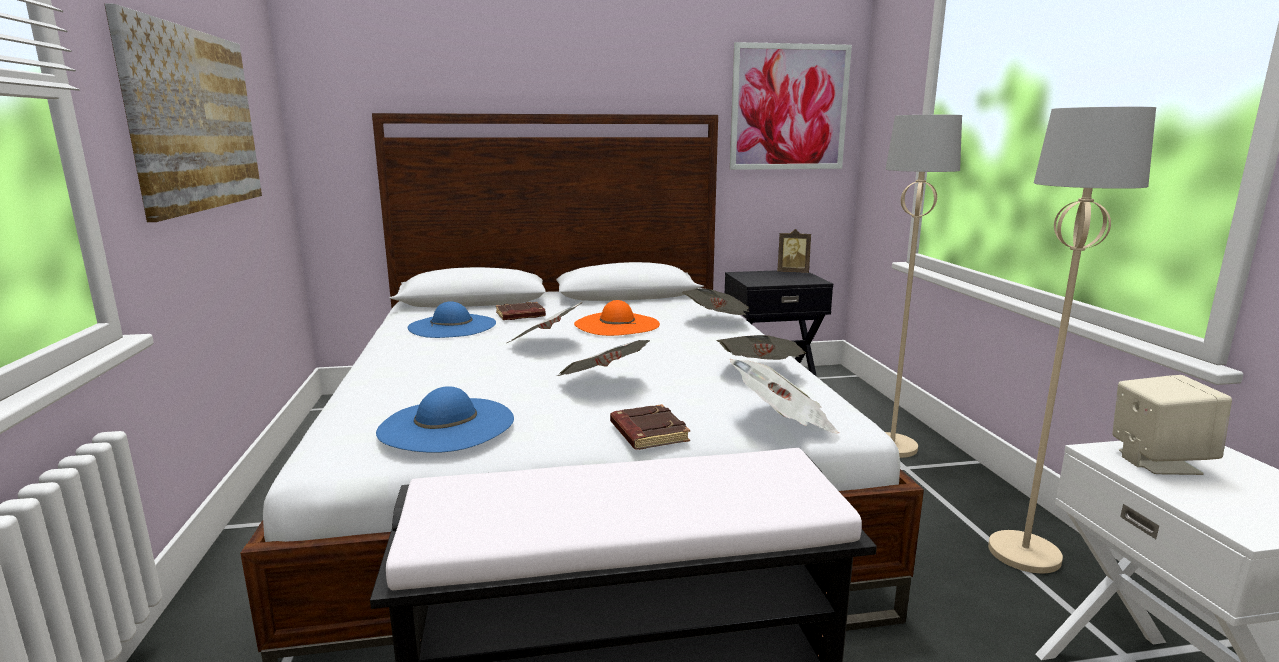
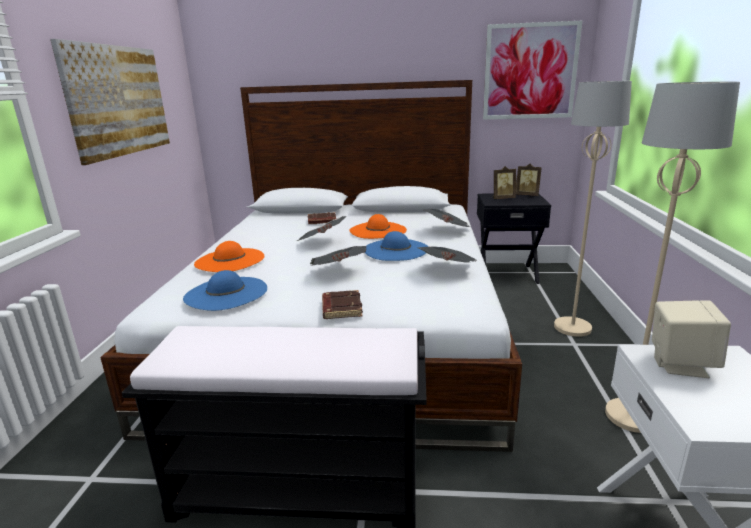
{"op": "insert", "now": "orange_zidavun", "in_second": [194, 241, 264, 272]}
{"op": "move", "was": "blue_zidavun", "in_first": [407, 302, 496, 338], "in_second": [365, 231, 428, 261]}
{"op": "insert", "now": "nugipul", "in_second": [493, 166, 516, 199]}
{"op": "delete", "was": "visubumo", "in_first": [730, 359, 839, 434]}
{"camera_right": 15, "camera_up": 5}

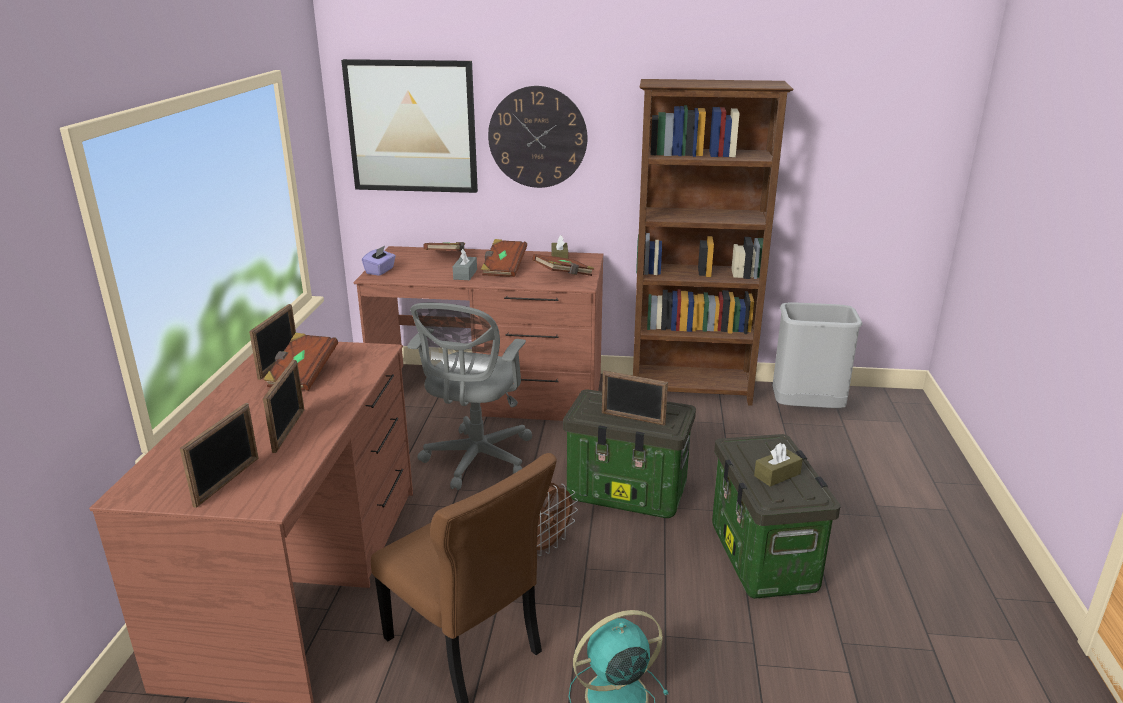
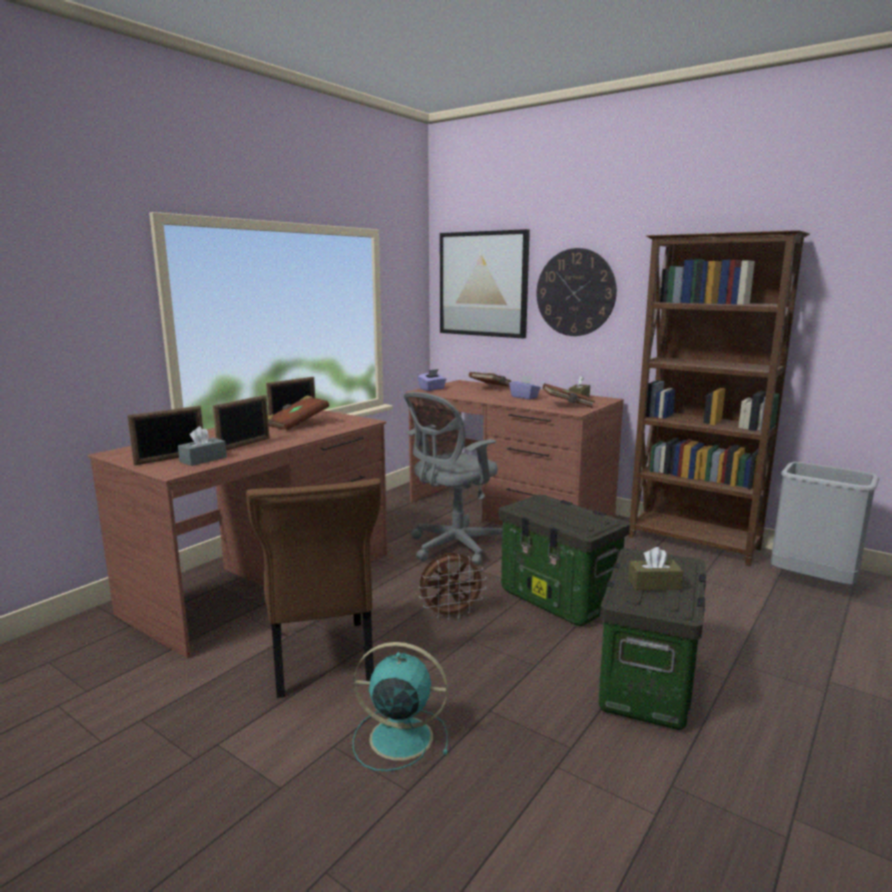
{"op": "move", "was": "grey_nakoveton", "in_first": [453, 249, 477, 280], "in_second": [178, 426, 227, 466]}
{"op": "replace", "was": "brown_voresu", "now": "purple_nakoveton", "in_first": [481, 239, 527, 277], "in_second": [509, 376, 541, 399]}
{"op": "delete", "was": "nugipul", "in_first": [602, 371, 668, 426]}
{"camera_right": 30, "camera_up": -10}

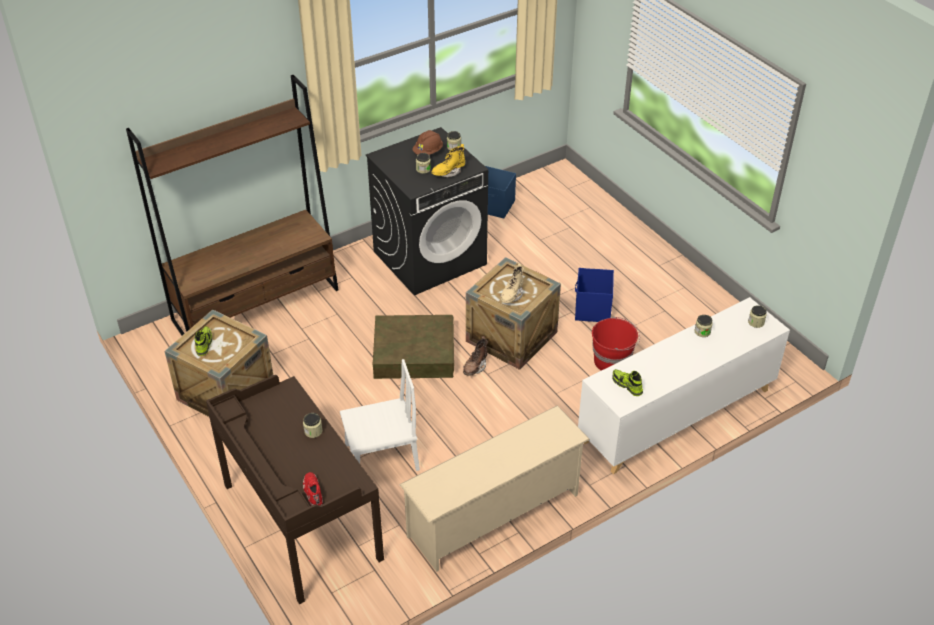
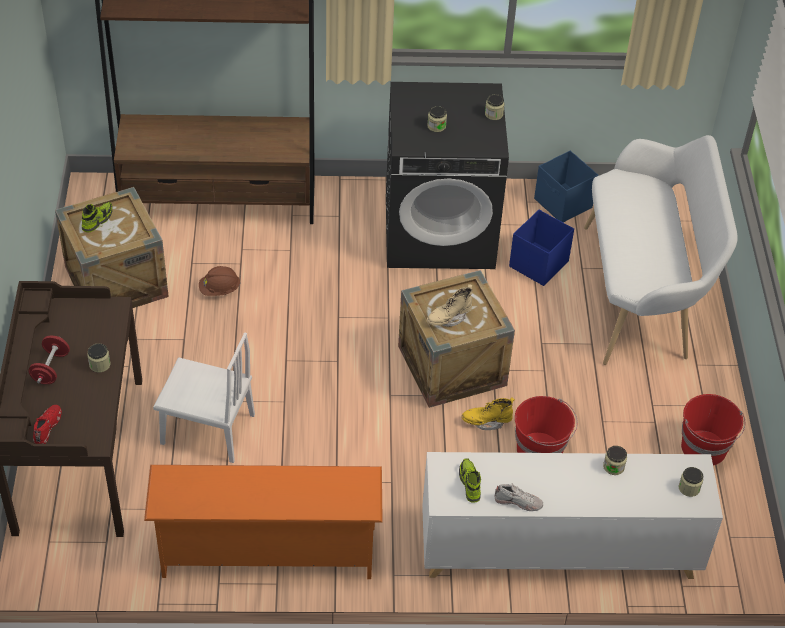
{"op": "insert", "now": "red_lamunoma", "in_second": [28, 336, 70, 384]}
{"op": "recolor", "was": "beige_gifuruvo", "now": "orange_gifuruvo", "in_first": [400, 405, 590, 572], "in_second": [144, 465, 383, 579]}
{"op": "move", "was": "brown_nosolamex", "in_first": [412, 130, 443, 155], "in_second": [199, 266, 241, 296]}
{"op": "move", "was": "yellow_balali", "in_first": [431, 144, 465, 177], "in_second": [462, 397, 515, 430]}
{"op": "insert", "now": "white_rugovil", "in_second": [495, 483, 543, 511]}
{"op": "move", "was": "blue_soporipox", "in_first": [575, 268, 614, 322], "in_second": [509, 210, 574, 286]}
{"op": "insert", "now": "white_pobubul", "in_second": [584, 135, 737, 365]}
{"op": "insert", "now": "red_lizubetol", "in_second": [681, 394, 745, 466]}
{"op": "delete", "was": "brown_soporipox", "in_first": [373, 315, 454, 379]}
{"op": "delete", "was": "brown_balali", "in_first": [463, 336, 488, 376]}
{"camera_right": 30, "camera_up": 5}

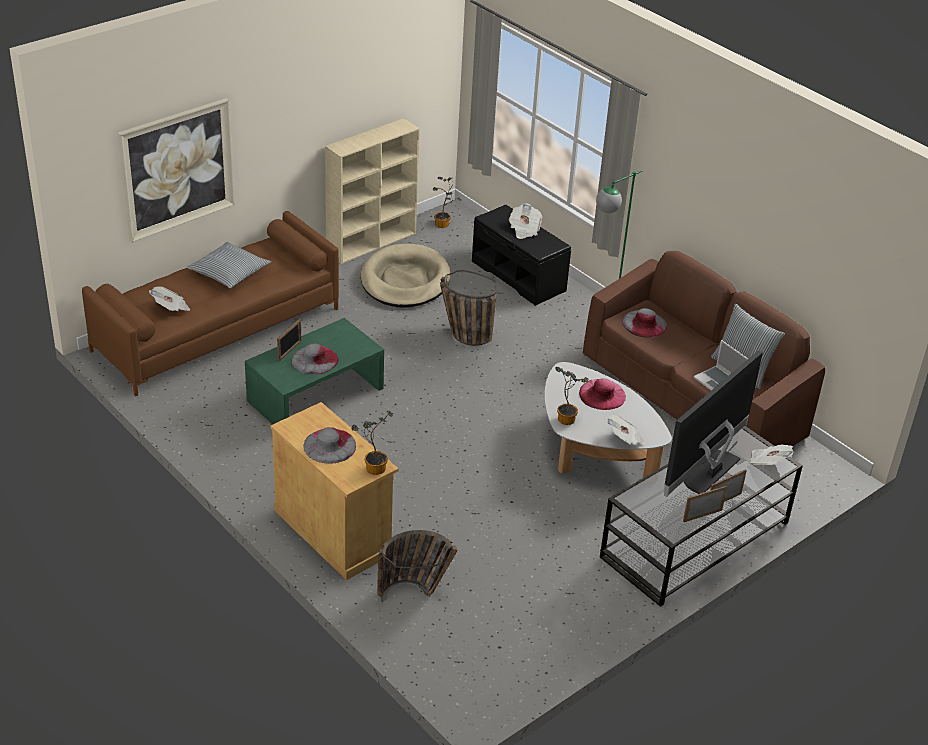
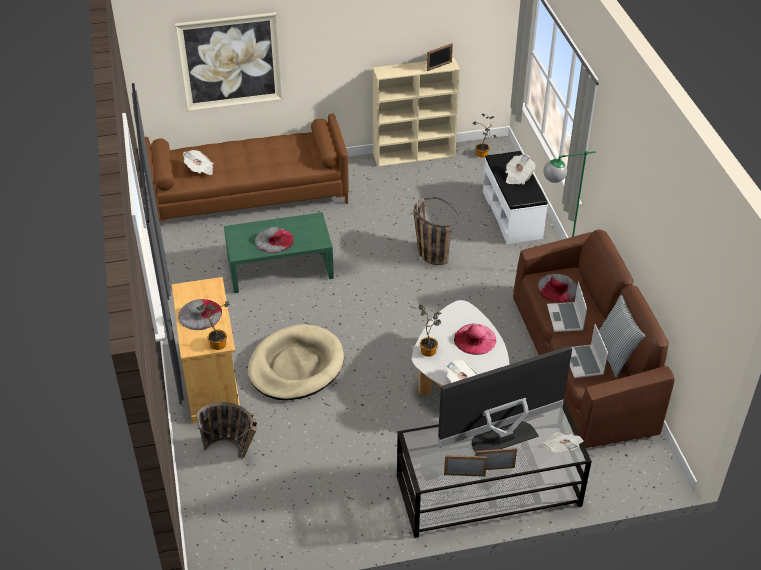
{"op": "move", "was": "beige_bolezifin", "in_first": [361, 244, 450, 307], "in_second": [248, 324, 344, 400]}
{"op": "move", "was": "nugipul", "in_first": [277, 319, 302, 361], "in_second": [427, 43, 453, 71]}
{"op": "recolor", "was": "black_pobubul", "now": "white_pobubul", "in_first": [472, 205, 571, 306], "in_second": [483, 151, 548, 244]}
{"op": "insert", "now": "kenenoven", "in_second": [547, 281, 587, 332]}
{"op": "delete", "was": "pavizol", "in_first": [187, 242, 271, 288]}
{"camera_right": 30, "camera_up": 5}

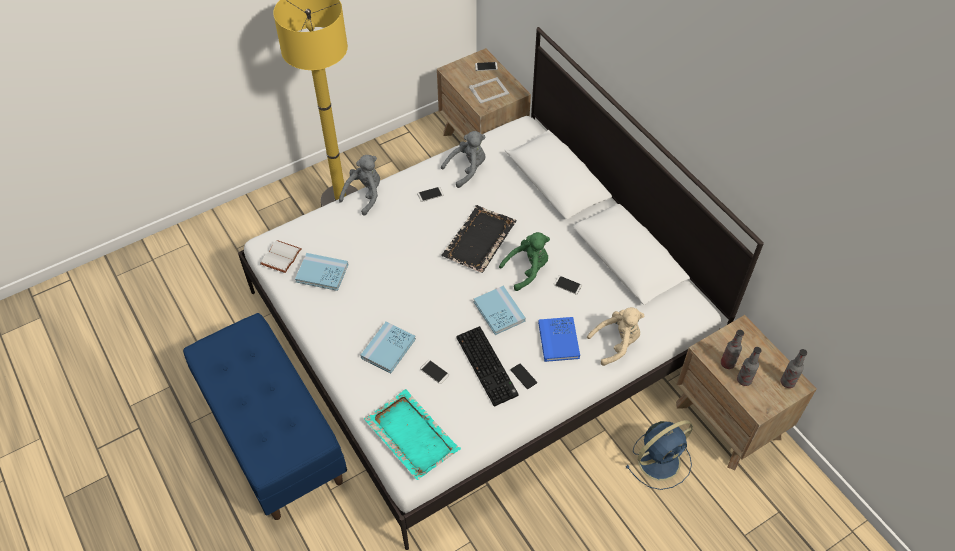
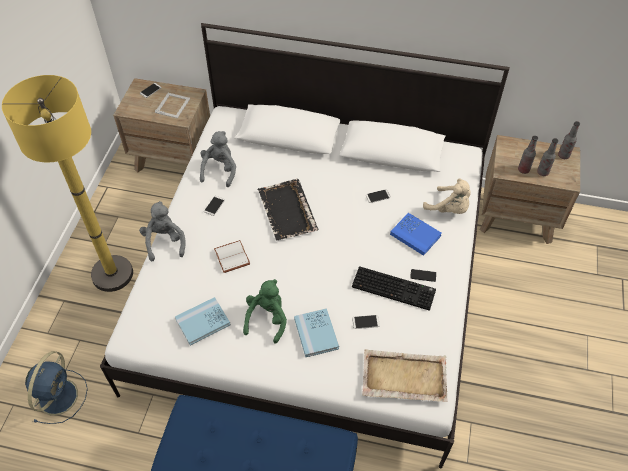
{"op": "move", "was": "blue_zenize", "in_first": [625, 420, 693, 490], "in_second": [25, 351, 88, 424]}
{"op": "move", "was": "white_voresu", "in_first": [260, 240, 302, 273], "in_second": [214, 240, 250, 273]}
{"op": "move", "was": "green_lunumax", "in_first": [499, 232, 550, 291], "in_second": [243, 279, 287, 344]}
{"op": "recolor", "was": "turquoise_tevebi", "now": "beige_tevebi", "in_first": [364, 389, 461, 480], "in_second": [362, 349, 448, 402]}
{"op": "rotate", "was": "beige_lunumax", "in_first": [587, 307, 644, 366], "in_second": [423, 178, 471, 214], "clockwise": 105}
{"op": "delete", "was": "blue_voresu", "in_first": [474, 286, 526, 335]}
{"camera_right": -45, "camera_up": 0}

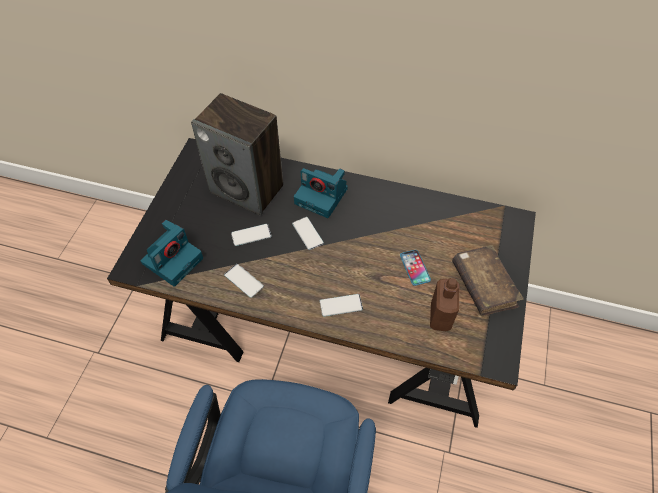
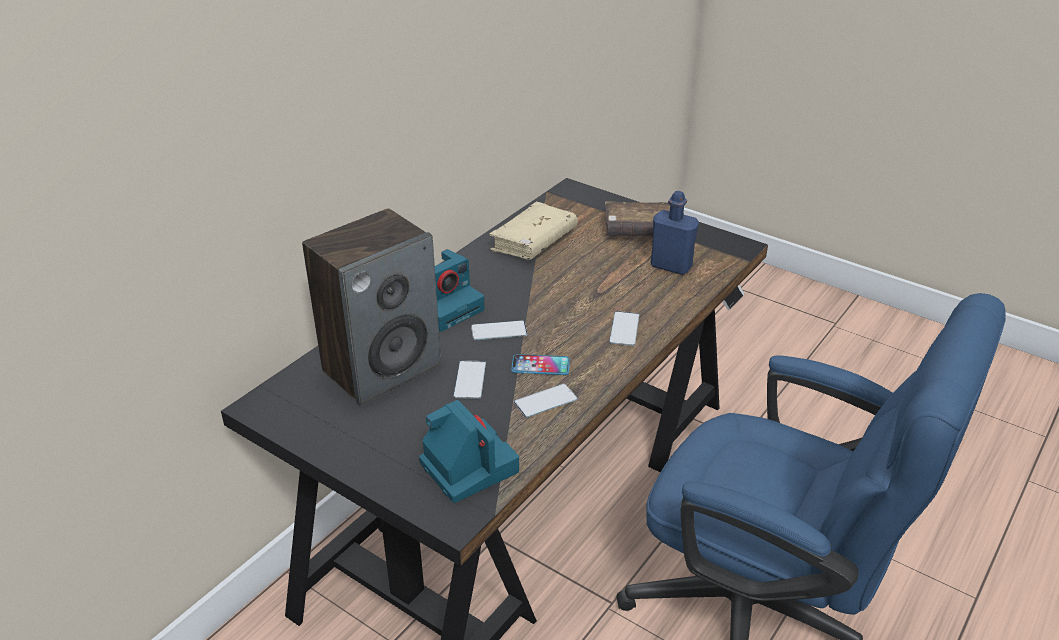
{"op": "insert", "now": "beige_voresu", "in_second": [489, 202, 577, 260]}
{"op": "move", "was": "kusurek", "in_first": [400, 250, 431, 286], "in_second": [511, 354, 570, 375]}
{"op": "recolor", "was": "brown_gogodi", "now": "blue_gogodi", "in_first": [430, 278, 459, 331], "in_second": [651, 191, 699, 275]}
{"camera_right": -70, "camera_up": -20}

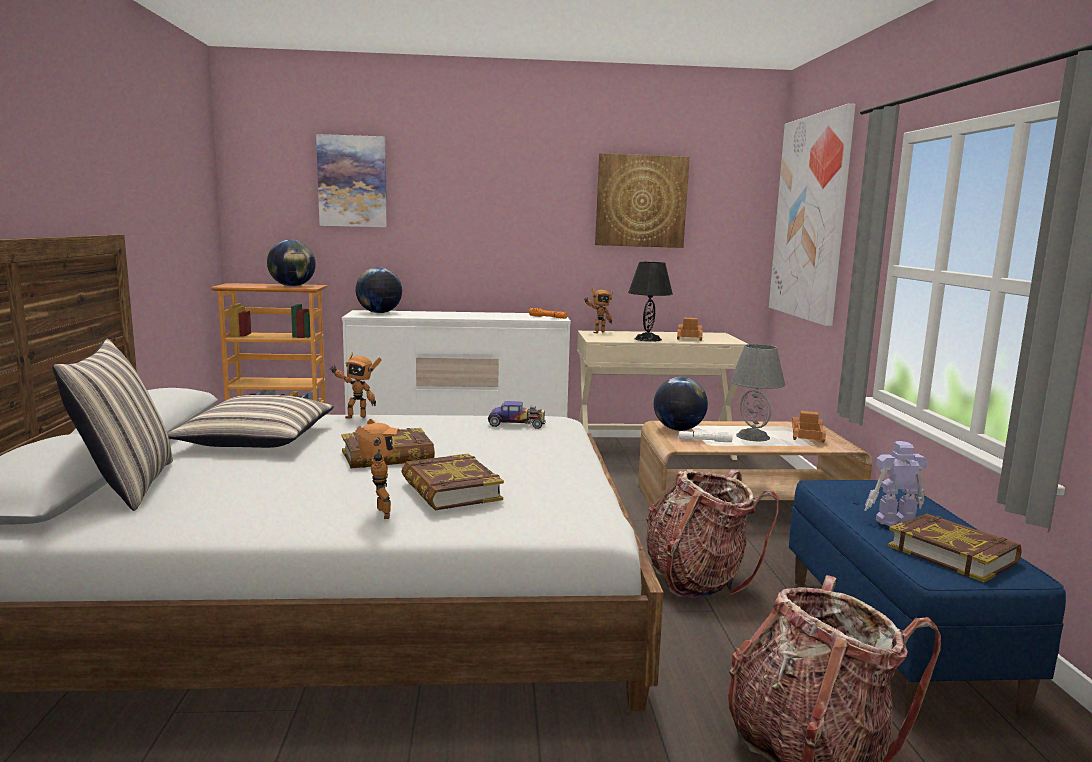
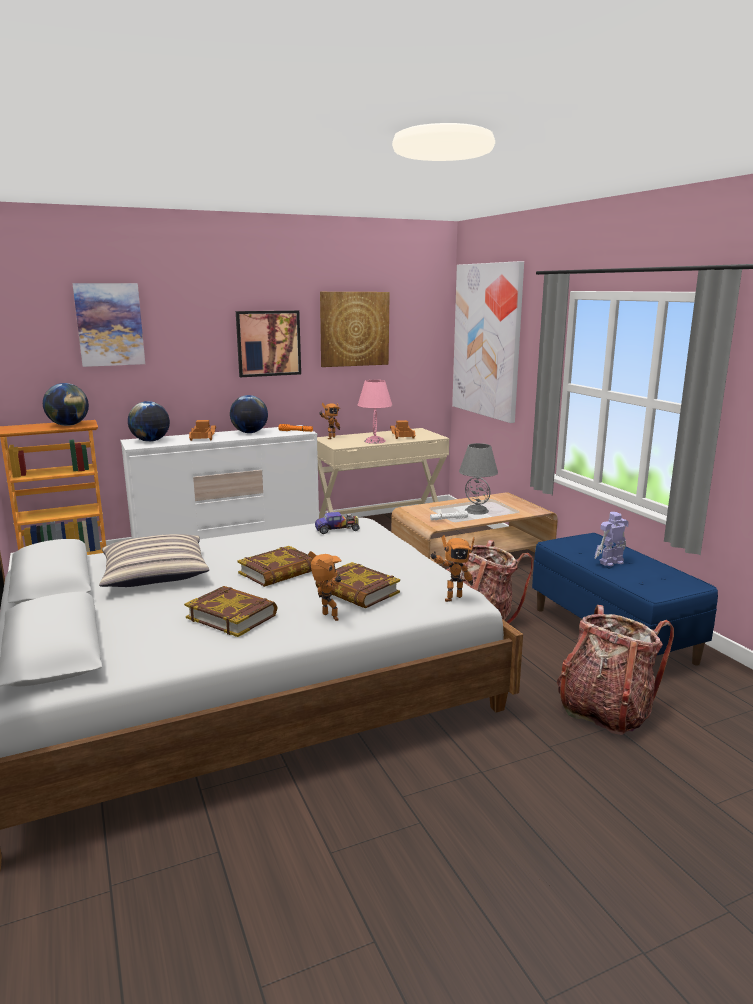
{"op": "move", "was": "voresu", "in_first": [888, 513, 1022, 582], "in_second": [184, 586, 278, 637]}
{"op": "move", "was": "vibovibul", "in_first": [792, 411, 826, 443], "in_second": [189, 420, 216, 441]}
{"op": "move", "was": "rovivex", "in_first": [654, 377, 708, 431], "in_second": [230, 395, 268, 433]}
{"op": "insert", "now": "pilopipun", "in_second": [236, 310, 301, 377]}
{"op": "recolor", "was": "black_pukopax", "now": "pink_pukopax", "in_first": [628, 262, 673, 342], "in_second": [358, 380, 392, 444]}
{"op": "move", "was": "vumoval", "in_first": [331, 353, 381, 419], "in_second": [430, 535, 474, 602]}
{"op": "delete", "was": "pavizol", "in_first": [52, 339, 173, 511]}
{"camera_right": -20, "camera_up": 5}

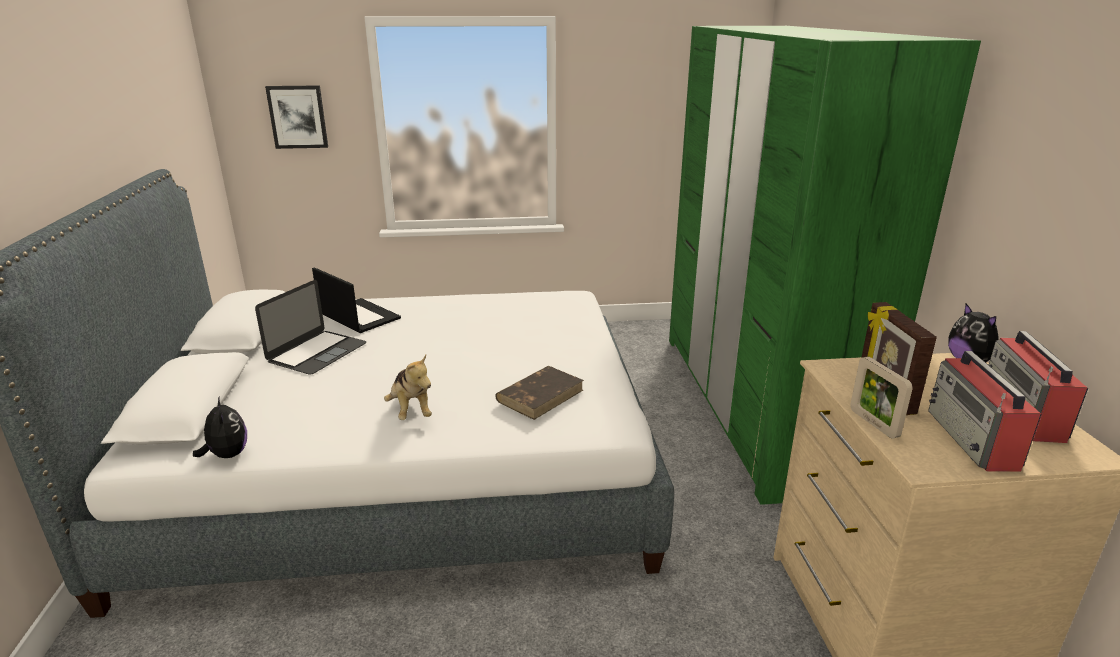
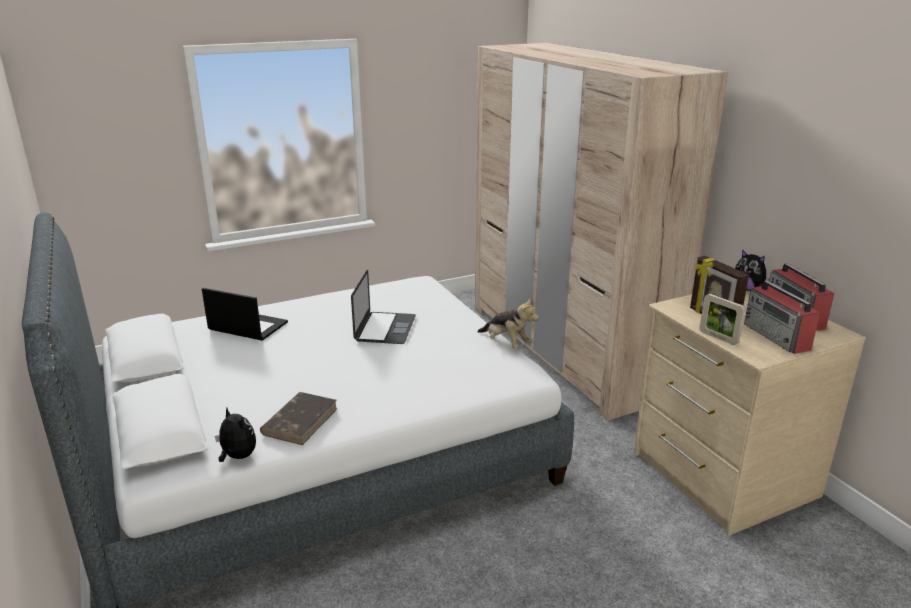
{"op": "move", "was": "brown_voresu", "in_first": [496, 366, 584, 420], "in_second": [260, 392, 338, 445]}
{"op": "move", "was": "kenenoven", "in_first": [255, 280, 366, 375], "in_second": [351, 270, 416, 344]}
{"op": "recolor", "was": "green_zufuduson", "now": "beige_zufuduson", "in_first": [669, 26, 981, 505], "in_second": [475, 43, 728, 421]}
{"op": "move", "was": "lunumax", "in_first": [384, 355, 432, 420], "in_second": [477, 299, 539, 348]}
{"op": "delete", "was": "pilopipun", "in_first": [265, 85, 328, 149]}
{"camera_right": -20, "camera_up": 0}

